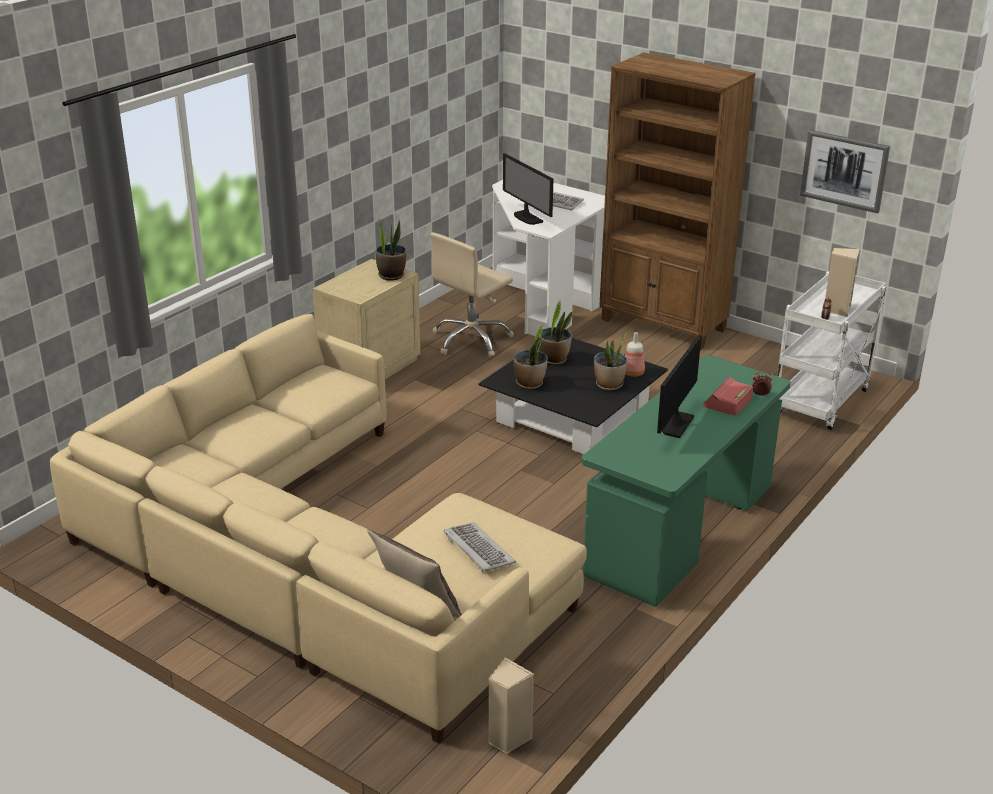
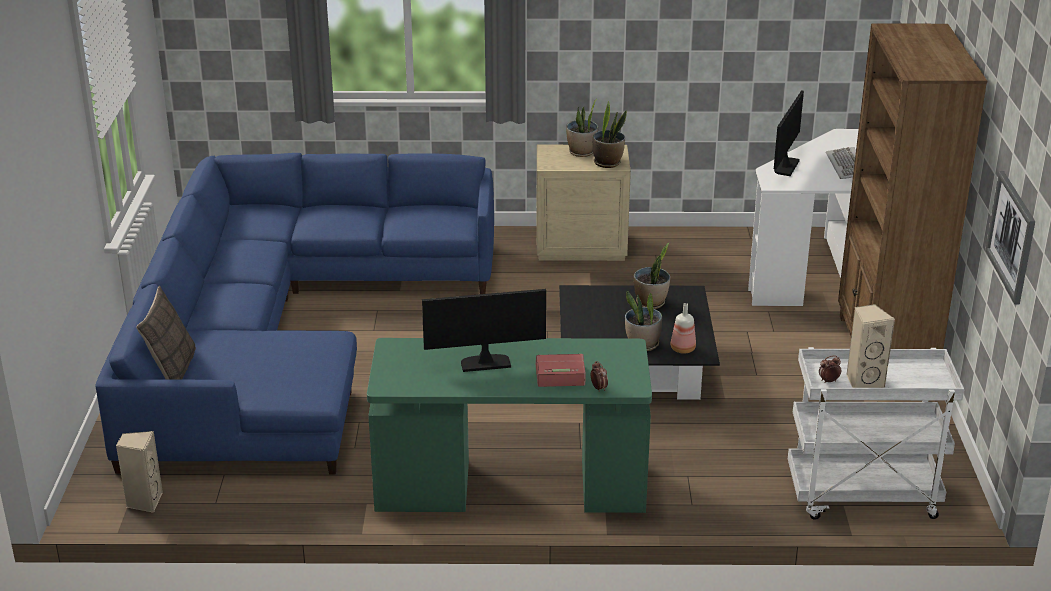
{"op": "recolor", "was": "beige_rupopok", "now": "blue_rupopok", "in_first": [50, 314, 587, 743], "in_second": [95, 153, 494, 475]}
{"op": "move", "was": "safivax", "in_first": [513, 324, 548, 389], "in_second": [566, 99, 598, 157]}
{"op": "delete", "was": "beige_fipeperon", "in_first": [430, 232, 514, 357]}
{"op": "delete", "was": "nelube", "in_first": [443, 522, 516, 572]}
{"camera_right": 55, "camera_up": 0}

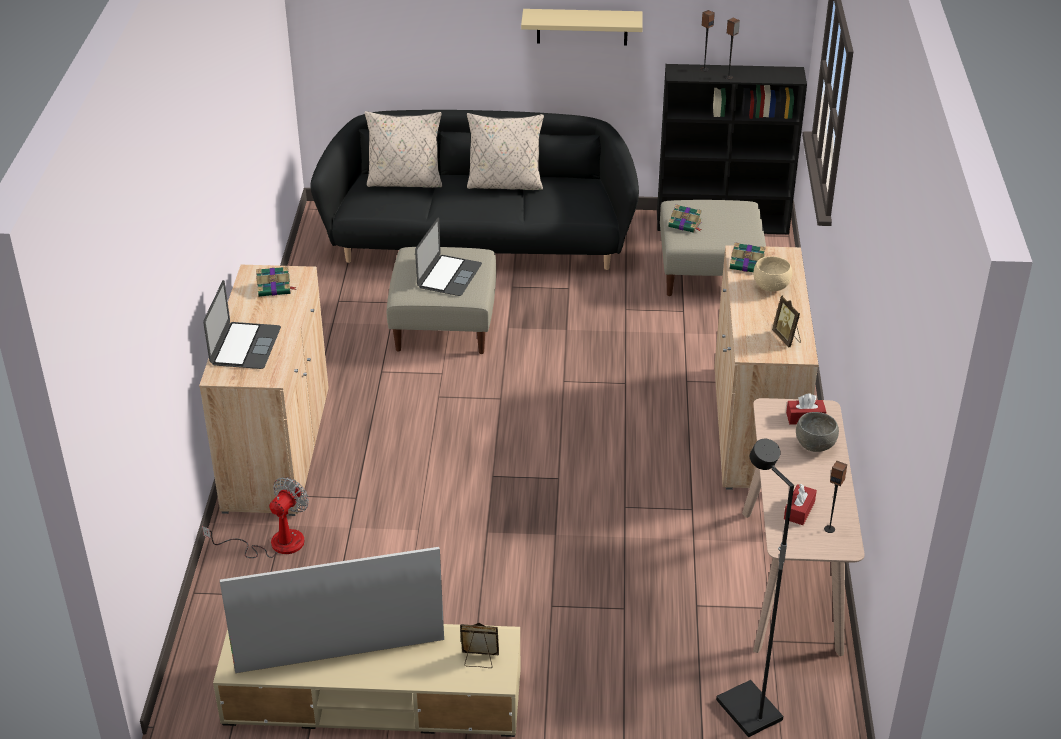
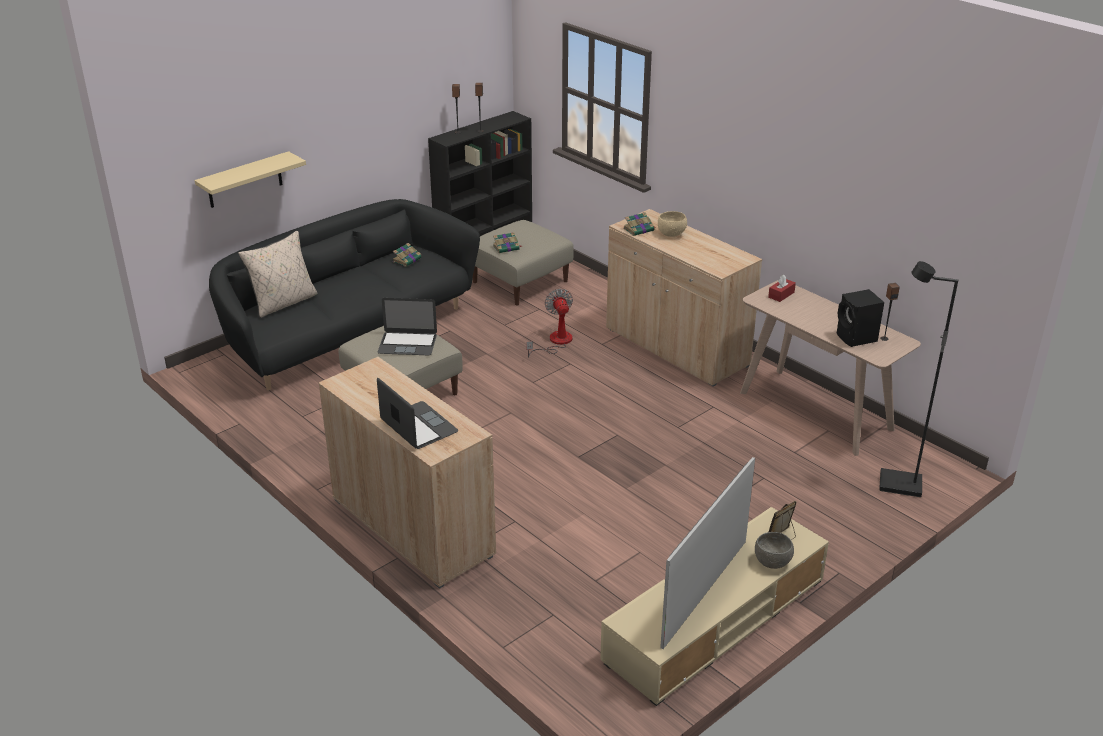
{"op": "move", "was": "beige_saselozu", "in_first": [521, 9, 643, 46], "in_second": [194, 151, 306, 208]}
{"op": "rotate", "was": "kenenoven", "in_first": [415, 217, 482, 296], "in_second": [378, 298, 437, 355], "clockwise": 120}
{"op": "move", "was": "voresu", "in_first": [256, 266, 297, 297], "in_second": [392, 243, 422, 267]}
{"op": "move", "was": "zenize", "in_first": [202, 477, 309, 558], "in_second": [526, 289, 573, 358]}
{"op": "move", "was": "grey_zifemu", "in_first": [796, 412, 839, 452], "in_second": [755, 532, 794, 569]}
{"op": "replace", "was": "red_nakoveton", "now": "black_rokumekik", "in_first": [784, 484, 817, 525], "in_second": [837, 289, 884, 347]}
{"op": "delete", "was": "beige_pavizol", "in_first": [467, 113, 544, 190]}
{"op": "delete", "was": "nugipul", "in_first": [772, 295, 801, 347]}
{"camera_right": -45, "camera_up": -5}

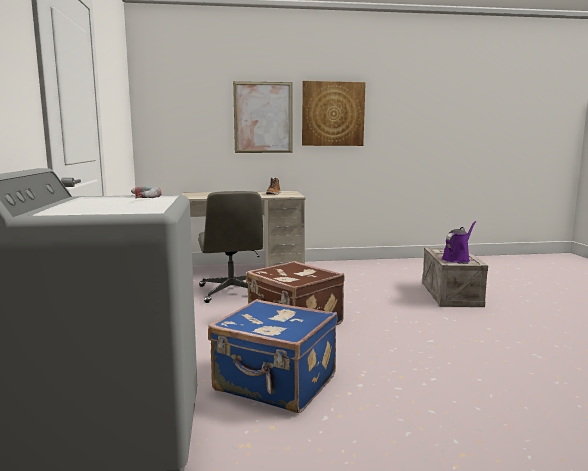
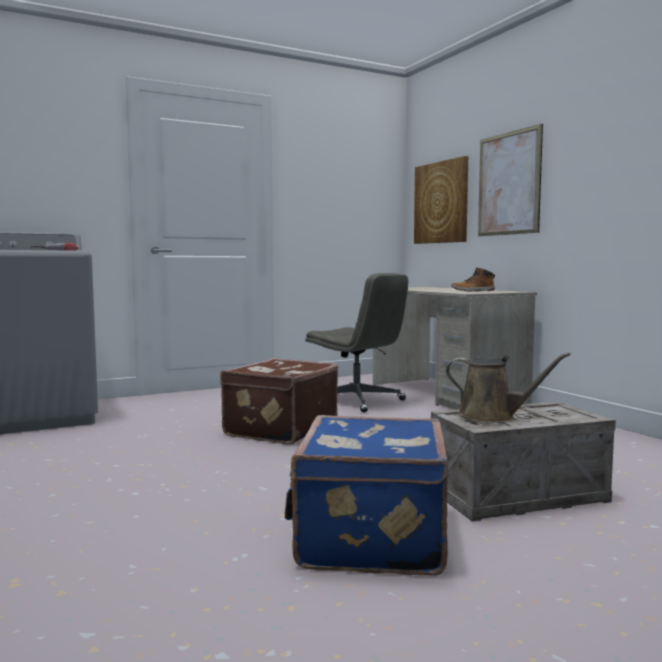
{"op": "move", "was": "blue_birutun", "in_first": [208, 299, 338, 413], "in_second": [285, 415, 449, 576]}
{"op": "rotate", "was": "grey_fipeperon", "in_first": [198, 191, 263, 303], "in_second": [305, 273, 408, 412], "clockwise": -105}
{"op": "move", "was": "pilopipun", "in_first": [302, 81, 366, 146], "in_second": [414, 156, 468, 244]}
{"op": "recolor", "was": "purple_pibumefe", "now": "brown_pibumefe", "in_first": [442, 221, 476, 263], "in_second": [446, 352, 571, 423]}
{"camera_right": 70, "camera_up": -5}

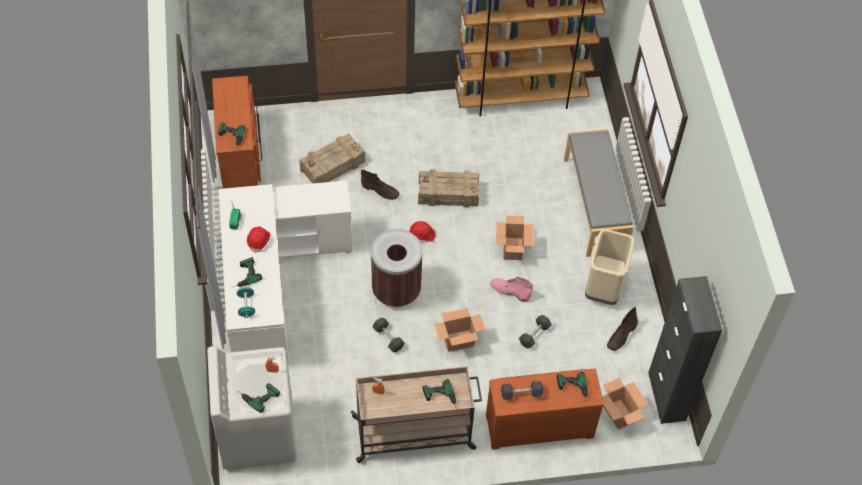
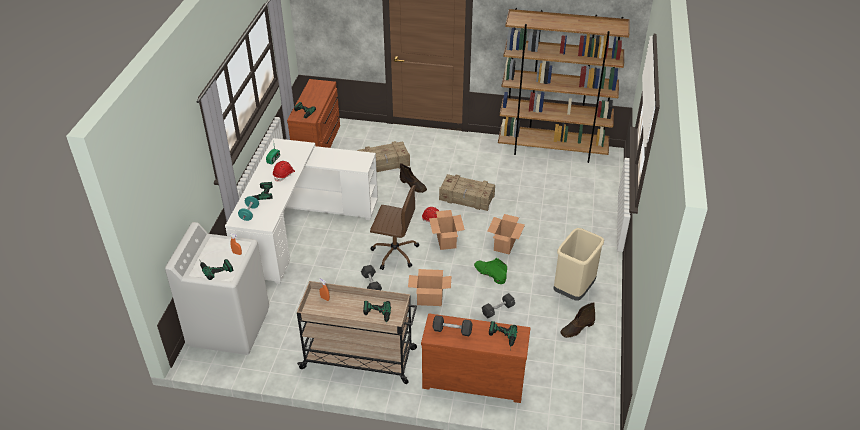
{"op": "replace", "was": "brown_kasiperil", "now": "brown_fipeperon", "in_first": [371, 229, 423, 307], "in_second": [370, 185, 419, 270]}
{"op": "move", "was": "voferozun", "in_first": [602, 377, 648, 429], "in_second": [429, 210, 465, 250]}
{"op": "recolor", "was": "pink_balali", "now": "green_balali", "in_first": [490, 277, 533, 302], "in_second": [474, 258, 507, 284]}
{"op": "delete", "was": "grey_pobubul", "in_first": [564, 129, 634, 257]}
{"op": "delete", "was": "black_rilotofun", "in_first": [648, 276, 722, 424]}
{"camera_right": 20, "camera_up": -15}

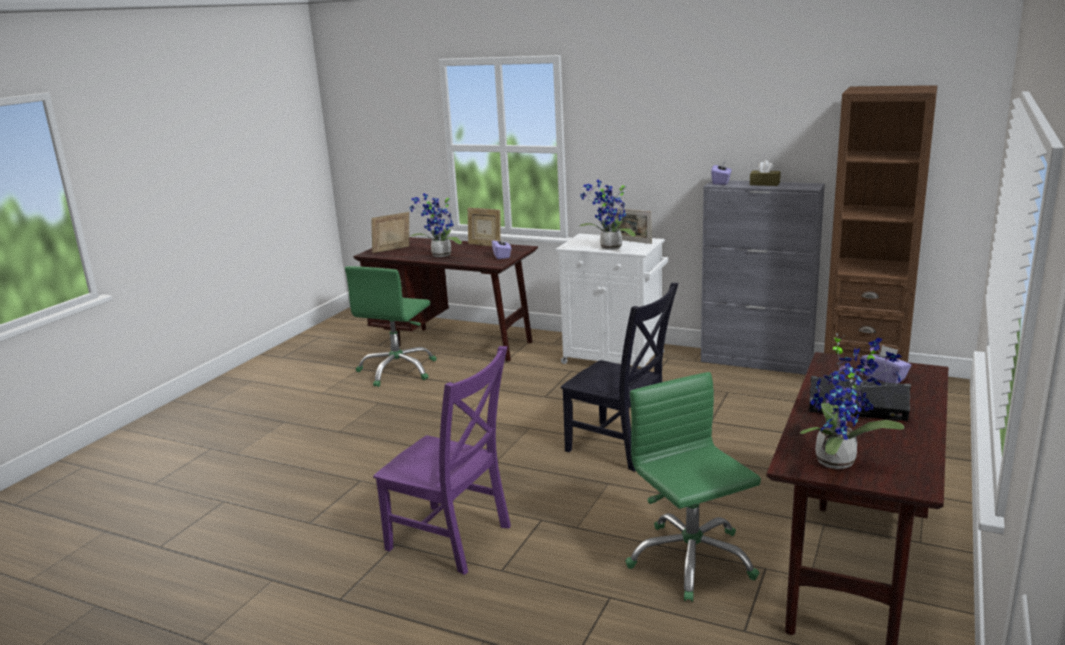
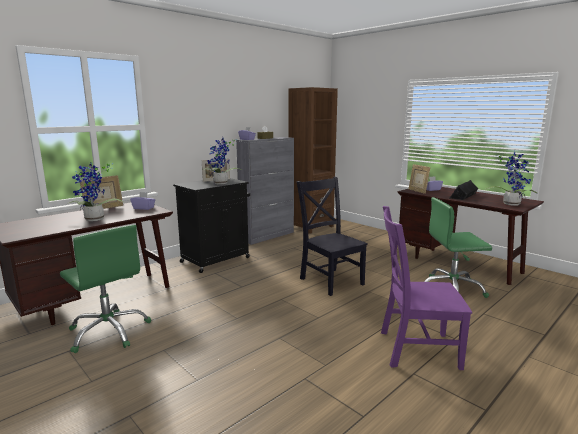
{"op": "recolor", "was": "white_rilotofun", "now": "black_rilotofun", "in_first": [556, 234, 668, 368], "in_second": [173, 178, 250, 273]}
{"op": "rotate", "was": "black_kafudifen", "in_first": [561, 283, 679, 472], "in_second": [296, 177, 368, 296], "clockwise": -90}
{"op": "rotate", "was": "purple_kafudifen", "in_first": [373, 346, 511, 575], "in_second": [381, 206, 472, 370], "clockwise": -135}
{"op": "move", "was": "nugipul", "in_first": [371, 212, 409, 253], "in_second": [409, 164, 430, 194]}
{"camera_right": -70, "camera_up": -5}

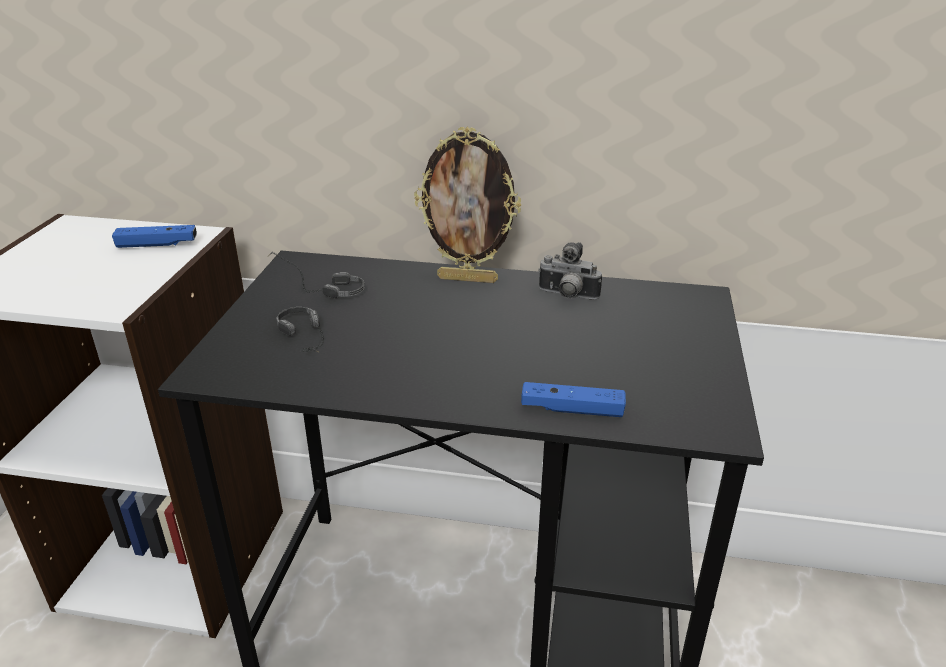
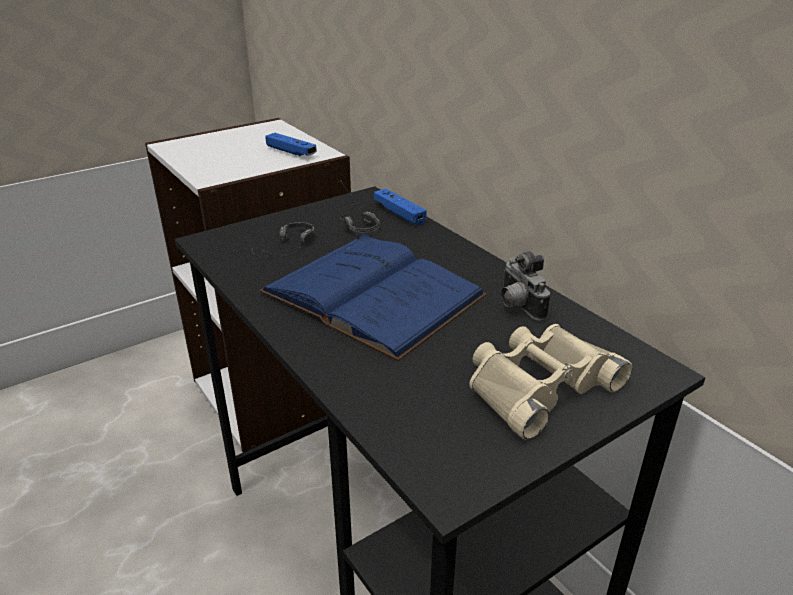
{"op": "insert", "now": "blue_voresu", "in_second": [259, 233, 486, 361]}
{"op": "move", "was": "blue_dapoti", "in_first": [521, 382, 626, 417], "in_second": [374, 189, 427, 225]}
{"op": "insert", "now": "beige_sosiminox", "in_second": [469, 324, 633, 440]}
{"op": "delete", "was": "nugipul", "in_first": [414, 126, 522, 283]}
{"camera_right": 45, "camera_up": 0}

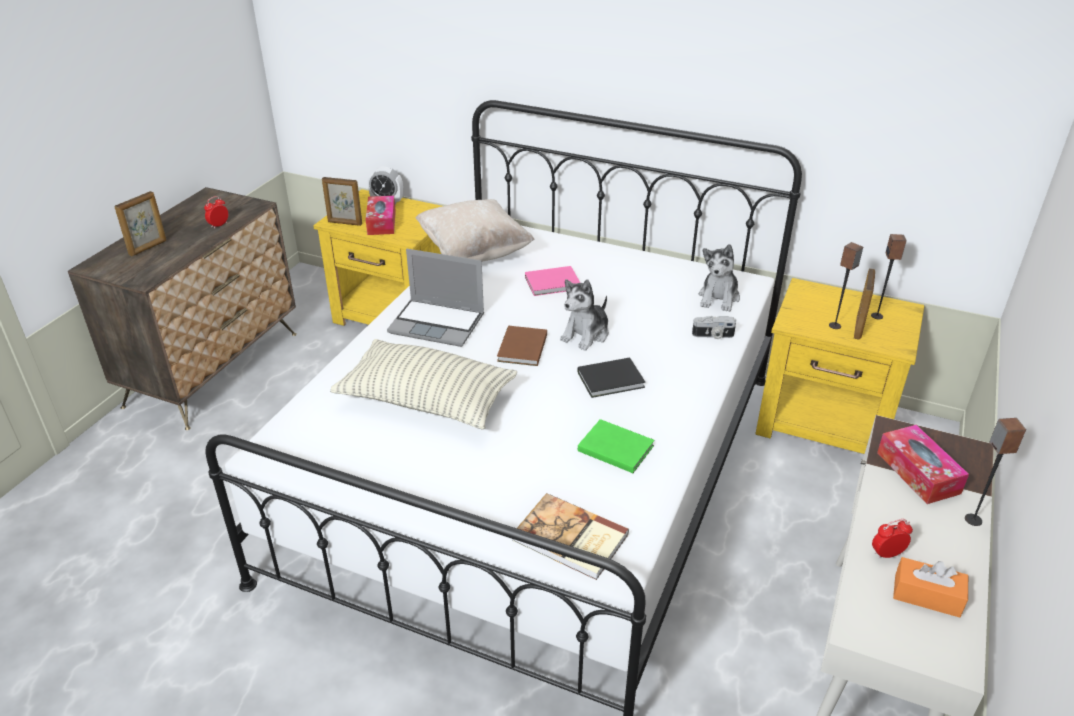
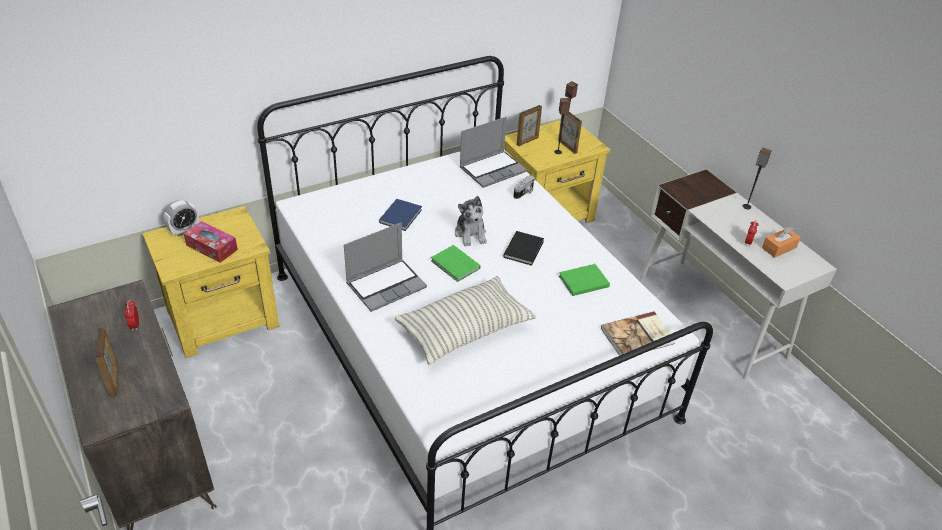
{"op": "recolor", "was": "pink_voresu", "now": "blue_voresu", "in_first": [525, 266, 580, 296], "in_second": [379, 199, 422, 231]}
{"op": "recolor", "was": "brown_voresu", "now": "green_voresu", "in_first": [497, 326, 547, 366], "in_second": [431, 245, 480, 282]}
{"op": "replace", "was": "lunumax", "now": "kenenoven", "in_first": [699, 244, 740, 312], "in_second": [459, 117, 527, 188]}
{"op": "move", "was": "nugipul", "in_first": [322, 177, 362, 226], "in_second": [516, 105, 542, 146]}
{"op": "delete", "was": "beige_pavizol", "in_first": [415, 199, 535, 262]}
{"op": "delete", "was": "nakoveton", "in_first": [877, 425, 969, 504]}
{"camera_right": -55, "camera_up": 5}

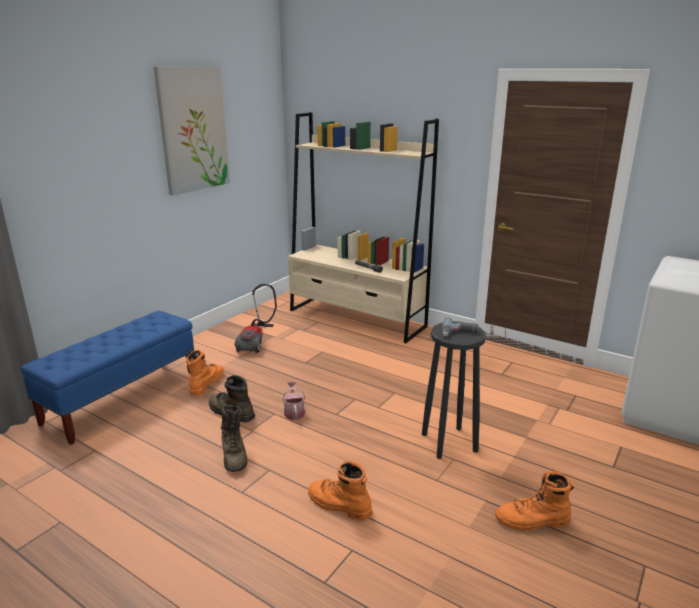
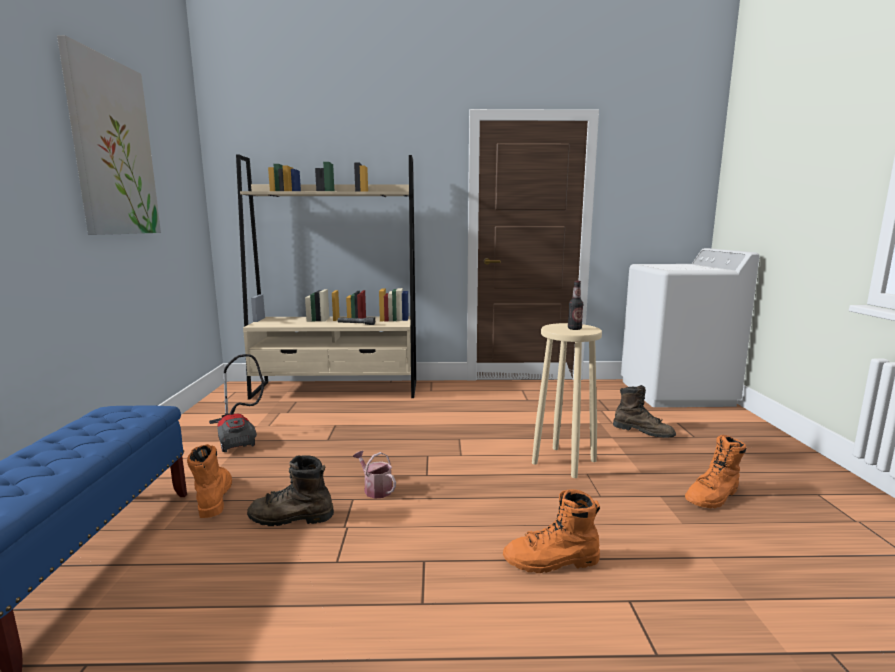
{"op": "recolor", "was": "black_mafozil", "now": "beige_mafozil", "in_first": [422, 321, 486, 459], "in_second": [532, 323, 602, 478]}
{"op": "replace", "was": "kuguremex", "now": "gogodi", "in_first": [442, 318, 478, 337], "in_second": [568, 281, 583, 330]}
{"op": "move", "was": "brown_balali", "in_first": [221, 405, 247, 472], "in_second": [613, 385, 676, 438]}
{"camera_right": -35, "camera_up": -10}

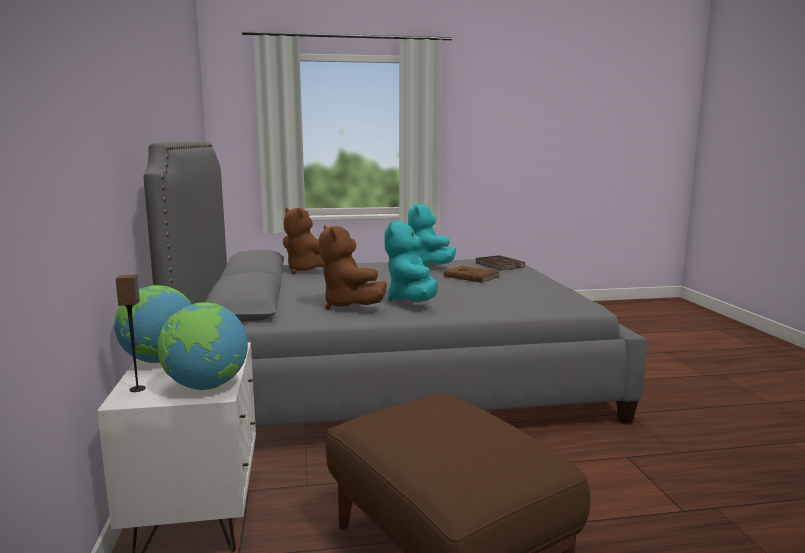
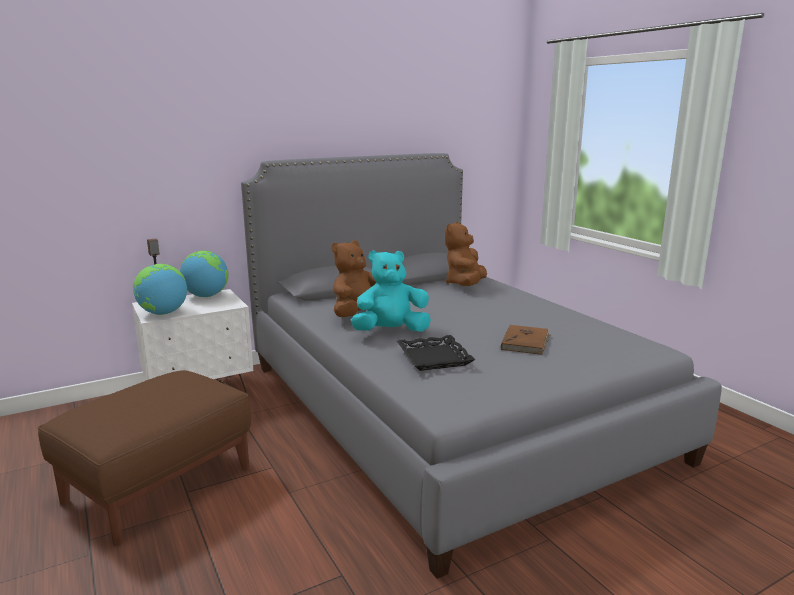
{"op": "insert", "now": "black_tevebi", "in_second": [397, 335, 476, 371]}
{"op": "delete", "was": "turquoise_lunumax", "in_first": [408, 204, 456, 265]}
{"op": "delete", "was": "brown_voresu", "in_first": [475, 255, 525, 270]}
{"camera_right": 70, "camera_up": 5}

